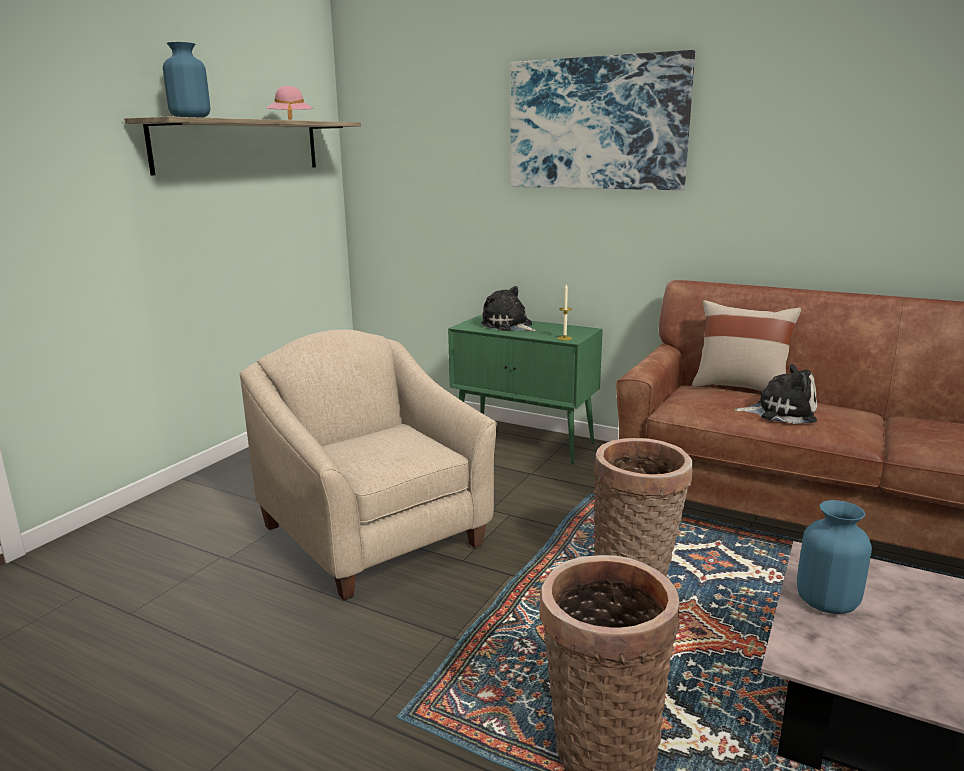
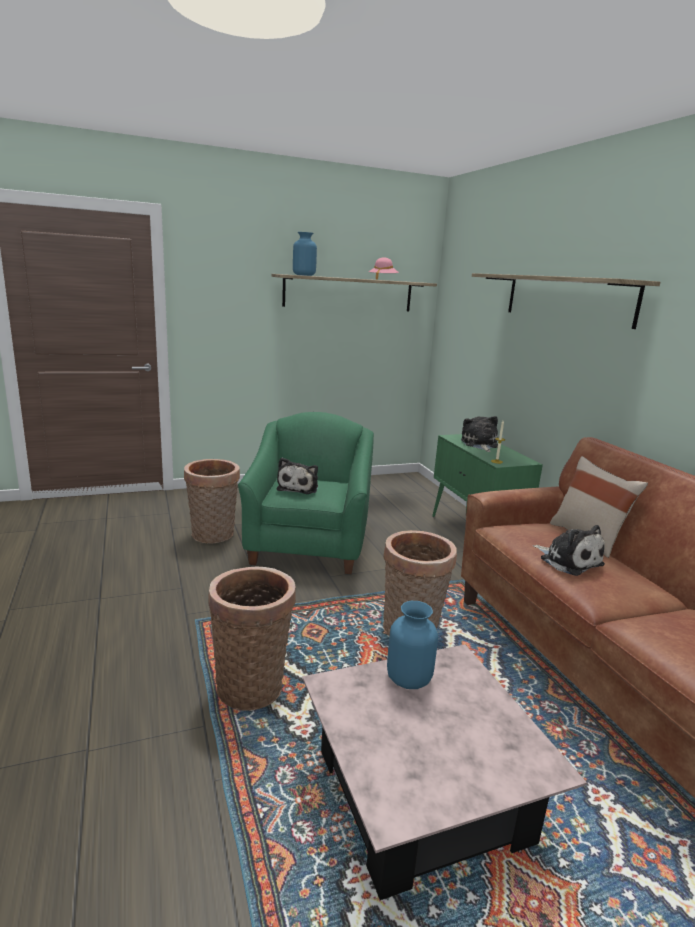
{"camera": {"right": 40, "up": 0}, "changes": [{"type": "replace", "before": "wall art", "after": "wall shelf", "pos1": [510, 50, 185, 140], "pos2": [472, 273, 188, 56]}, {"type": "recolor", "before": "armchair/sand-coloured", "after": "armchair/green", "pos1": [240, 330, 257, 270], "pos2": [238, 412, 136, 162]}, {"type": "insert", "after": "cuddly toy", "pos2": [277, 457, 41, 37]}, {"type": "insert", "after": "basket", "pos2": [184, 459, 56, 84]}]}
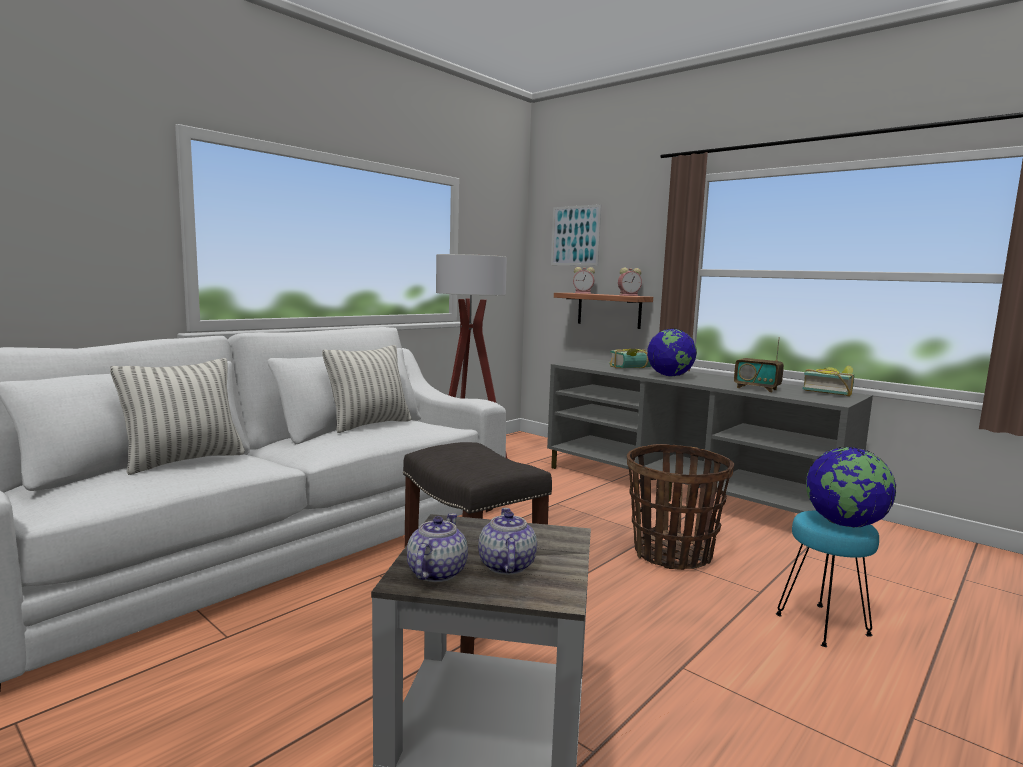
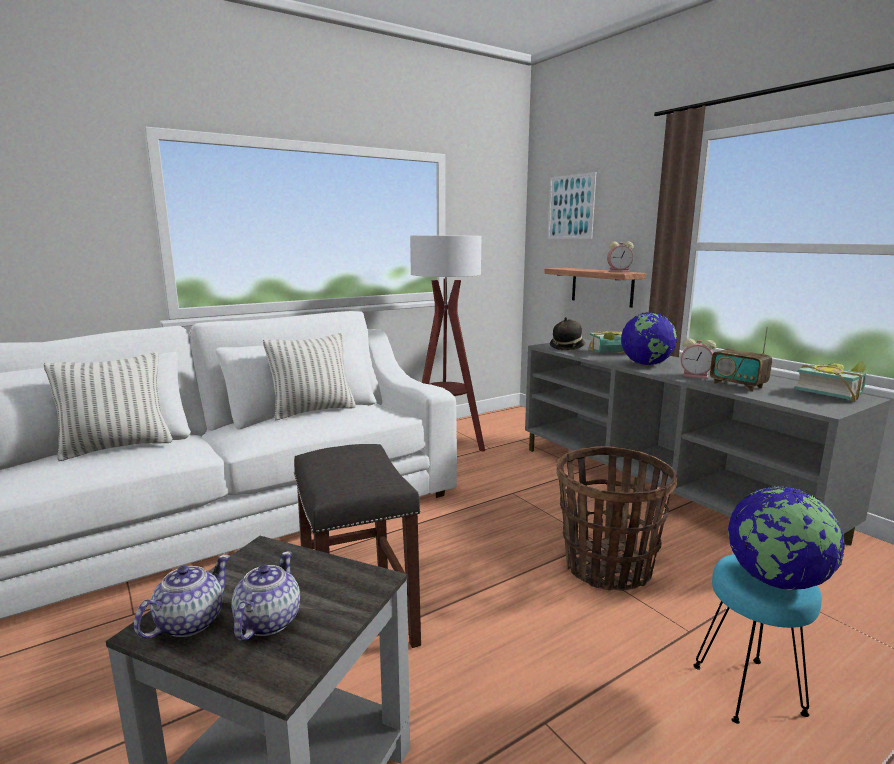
{"camera": {"right": 15, "up": 5}, "changes": [{"type": "move", "before": "alarm clock", "pos1": [573, 267, 22, 27], "pos2": [681, 338, 35, 41]}, {"type": "insert", "after": "hat", "pos2": [550, 317, 36, 33]}]}
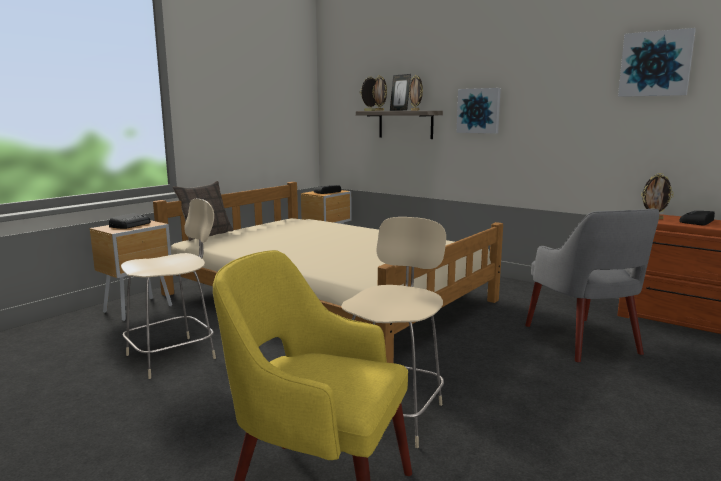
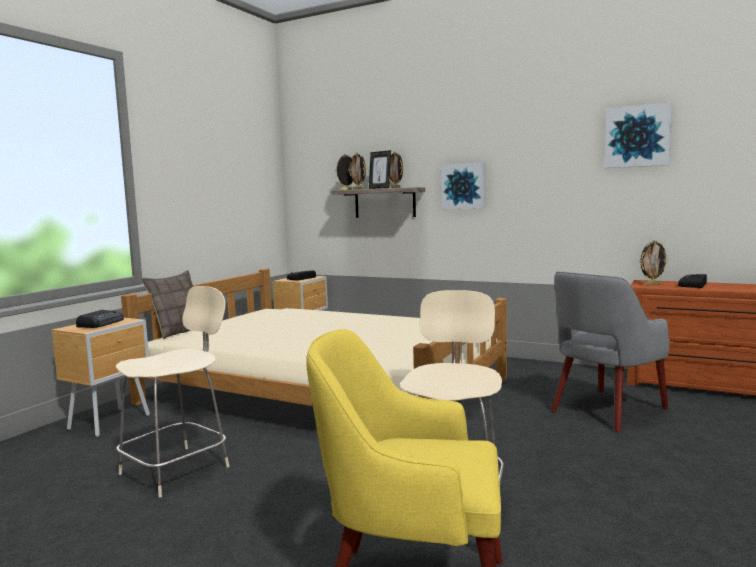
{"camera": {"right": -10, "up": -5}, "changes": [{"type": "rotate", "before": "armchair/grey", "pos1": [525, 208, 134, 154], "pos2": [551, 272, 119, 161], "turn": 75}]}
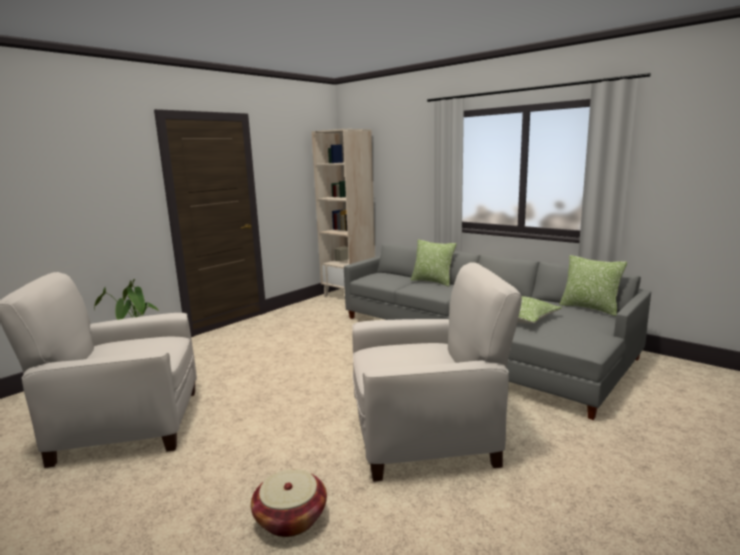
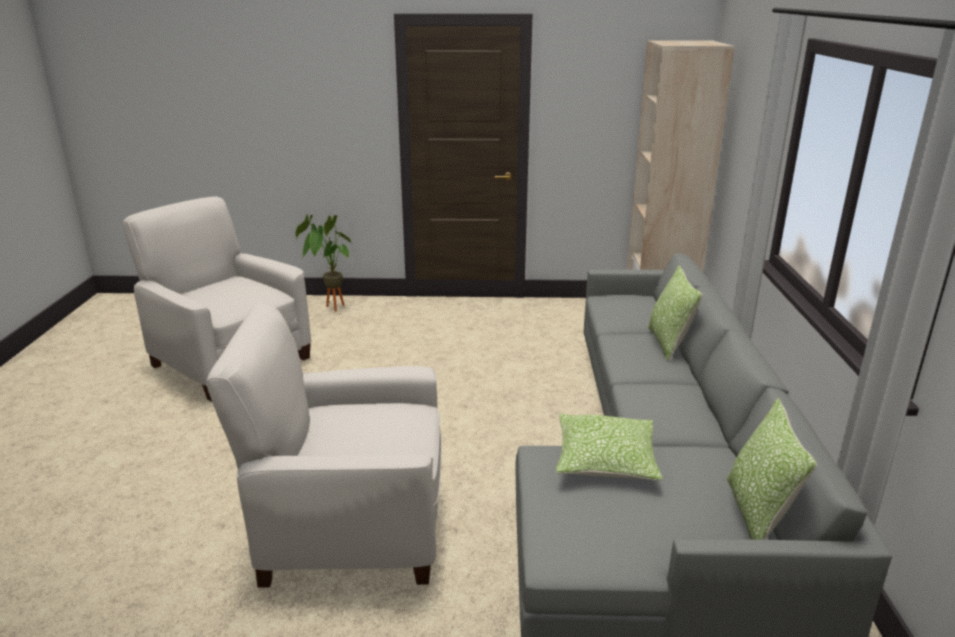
{"camera": {"right": 50, "up": 10}, "changes": [{"type": "rotate", "before": "armchair/white-coloured", "pos1": [352, 262, 170, 220], "pos2": [207, 304, 235, 284], "turn": 135}, {"type": "delete", "before": "basket", "pos1": [251, 469, 76, 68]}]}
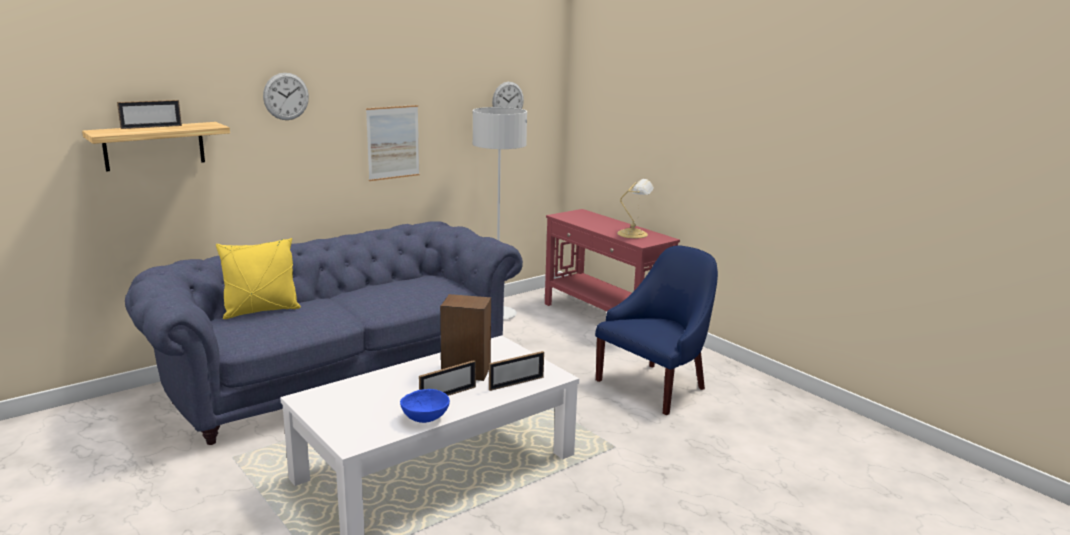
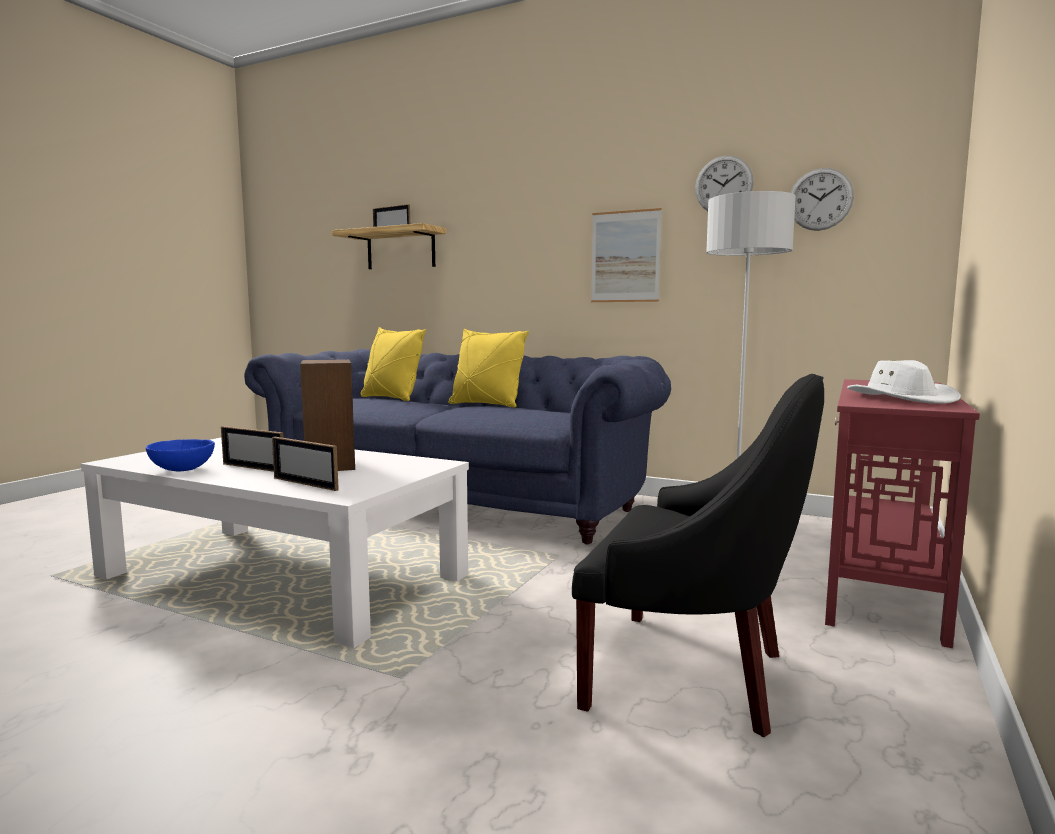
{"camera": {"right": 65, "up": -10}, "changes": [{"type": "move", "before": "clock on the wall", "pos1": [263, 73, 46, 47], "pos2": [695, 156, 59, 55]}, {"type": "replace", "before": "table lamp", "after": "hat/white-coloured", "pos1": [617, 179, 37, 59], "pos2": [847, 360, 114, 44]}, {"type": "recolor", "before": "armchair/bluish", "after": "armchair/blackish", "pos1": [595, 246, 123, 169], "pos2": [572, 374, 252, 363]}, {"type": "insert", "after": "throw pillow/yellow", "pos2": [449, 329, 80, 79]}]}
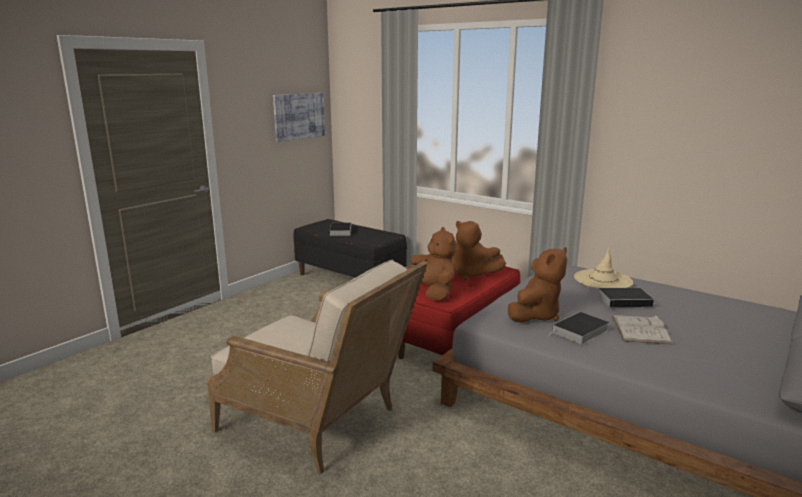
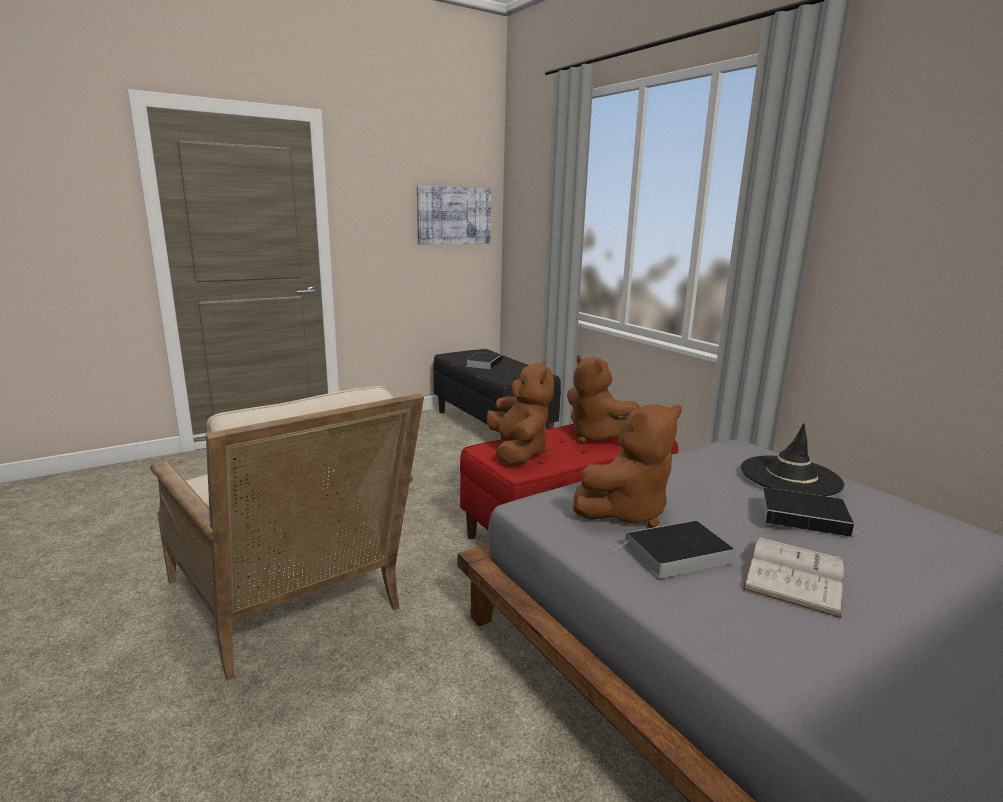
{"camera": {"right": 20, "up": 0}, "changes": [{"type": "recolor", "before": "hat/sand-coloured", "after": "hat/blackish", "pos1": [574, 248, 59, 41], "pos2": [741, 424, 103, 72]}]}
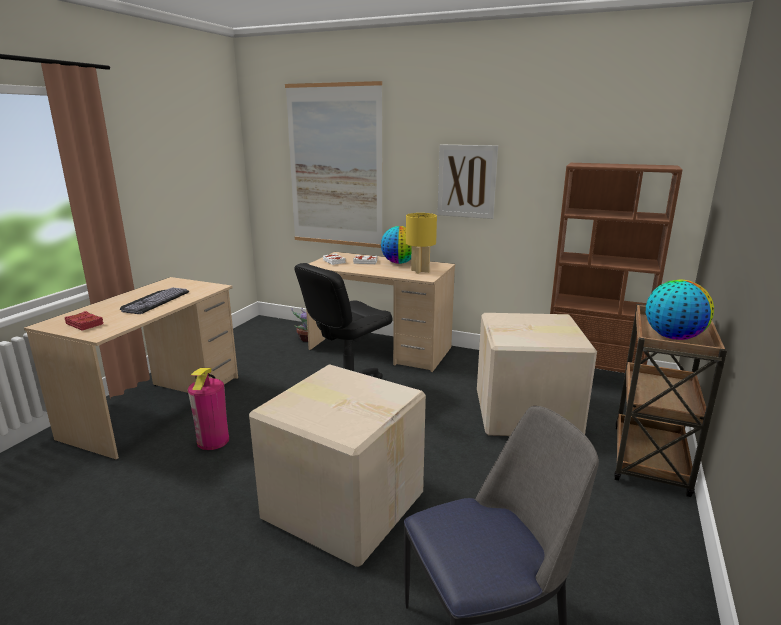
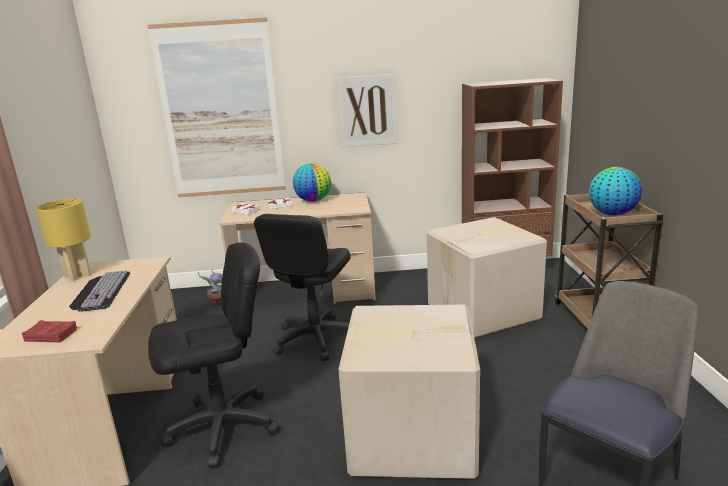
{"camera": {"right": -25, "up": 0}, "changes": [{"type": "move", "before": "table lamp/yellow", "pos1": [406, 213, 31, 61], "pos2": [36, 198, 55, 83]}, {"type": "replace", "before": "fire-fighting cylinder", "after": "computer chair/blackish", "pos1": [188, 368, 41, 82], "pos2": [148, 242, 132, 226]}]}
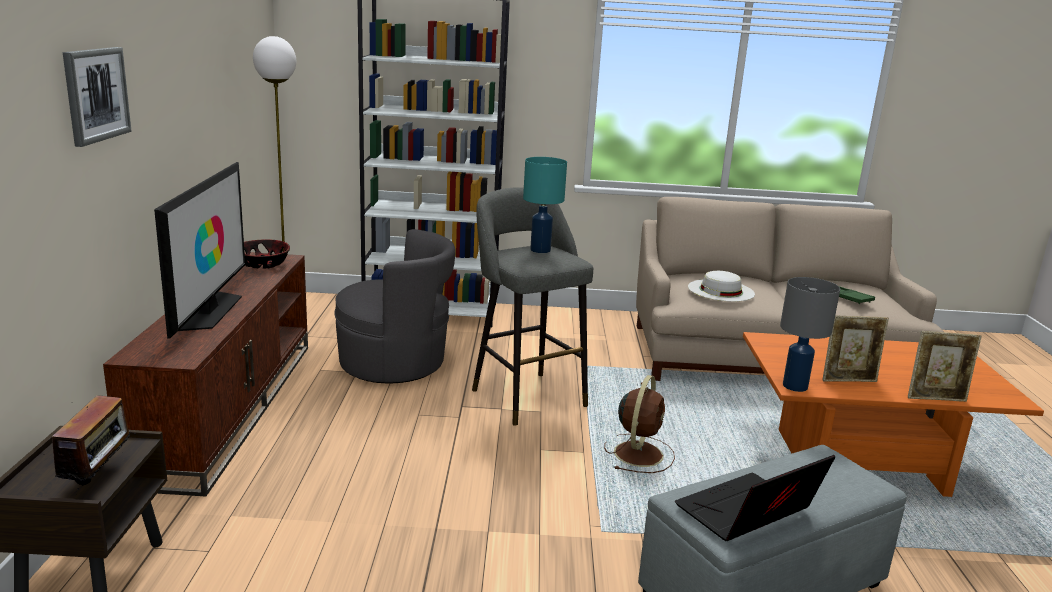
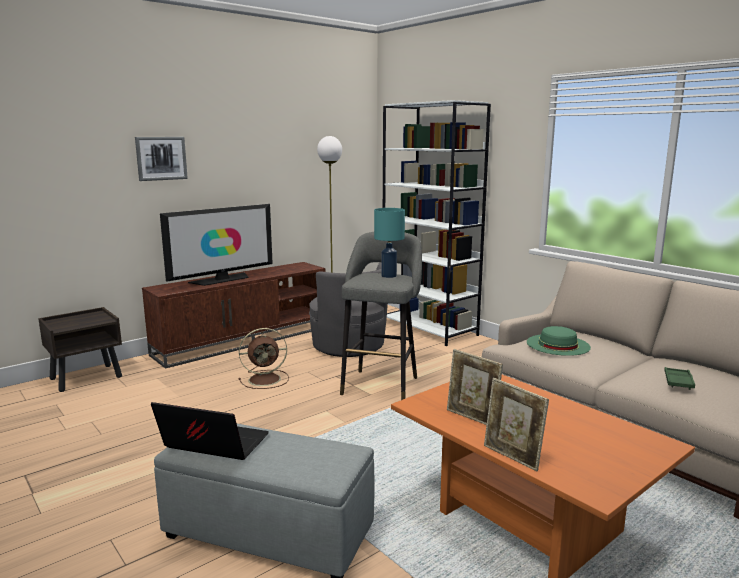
{"camera": {"right": 50, "up": -5}, "changes": [{"type": "delete", "before": "bowl", "pos1": [244, 239, 46, 30]}, {"type": "recolor", "before": "hat/white-coloured", "after": "hat/green", "pos1": [688, 271, 67, 31], "pos2": [527, 326, 64, 30]}, {"type": "delete", "before": "table lamp/grey", "pos1": [780, 277, 60, 115]}, {"type": "move", "before": "electric fan/brown-coloured", "pos1": [604, 375, 71, 98], "pos2": [238, 328, 51, 61]}, {"type": "delete", "before": "radio receiver", "pos1": [42, 395, 94, 97]}]}
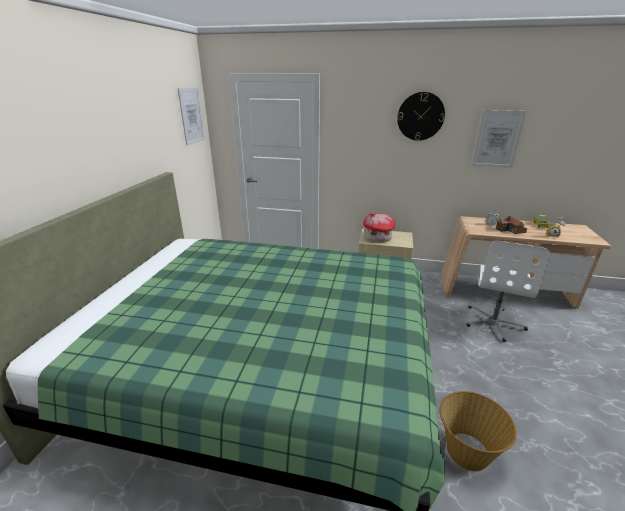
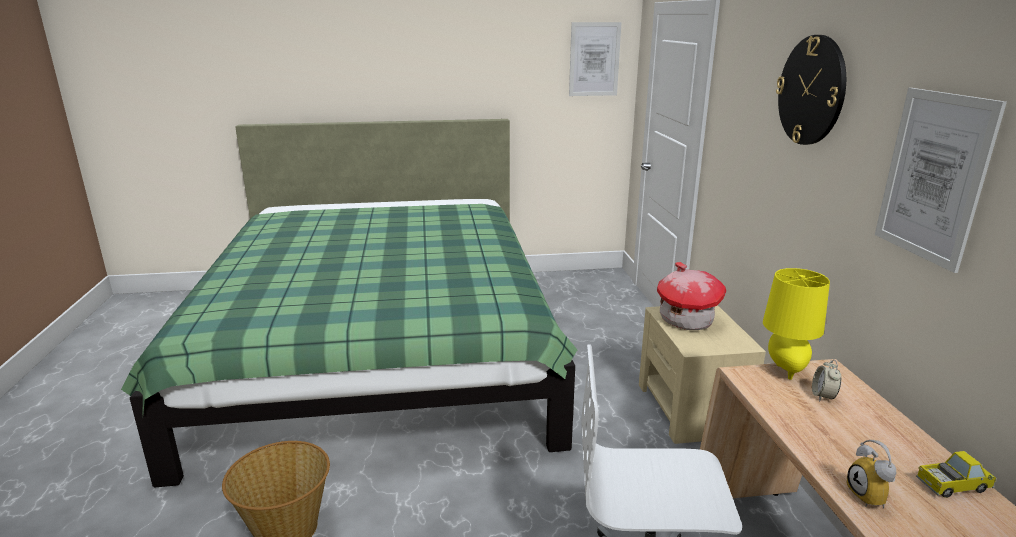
{"camera": {"right": 70, "up": -5}, "changes": [{"type": "delete", "before": "miniature house", "pos1": [496, 216, 31, 18]}, {"type": "insert", "after": "table lamp/yellow", "pos2": [763, 268, 67, 112]}]}
